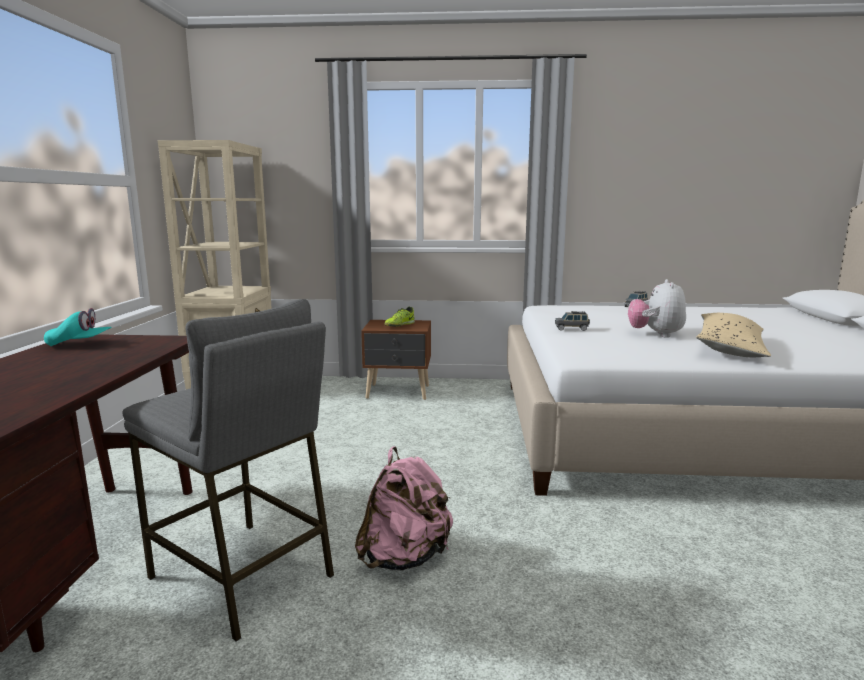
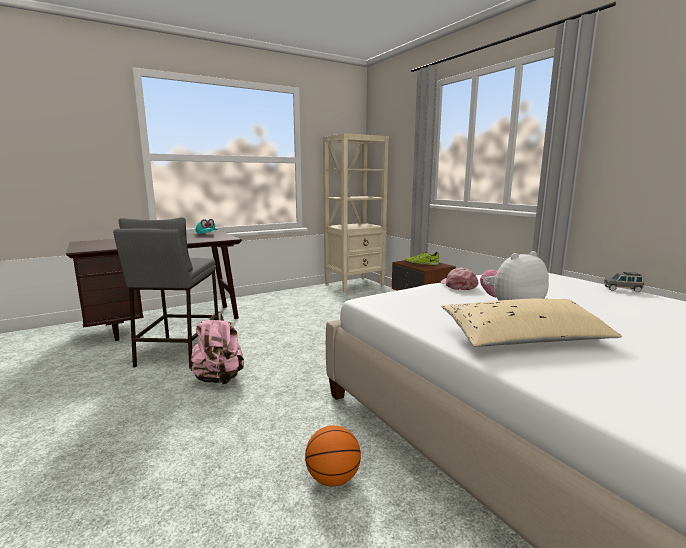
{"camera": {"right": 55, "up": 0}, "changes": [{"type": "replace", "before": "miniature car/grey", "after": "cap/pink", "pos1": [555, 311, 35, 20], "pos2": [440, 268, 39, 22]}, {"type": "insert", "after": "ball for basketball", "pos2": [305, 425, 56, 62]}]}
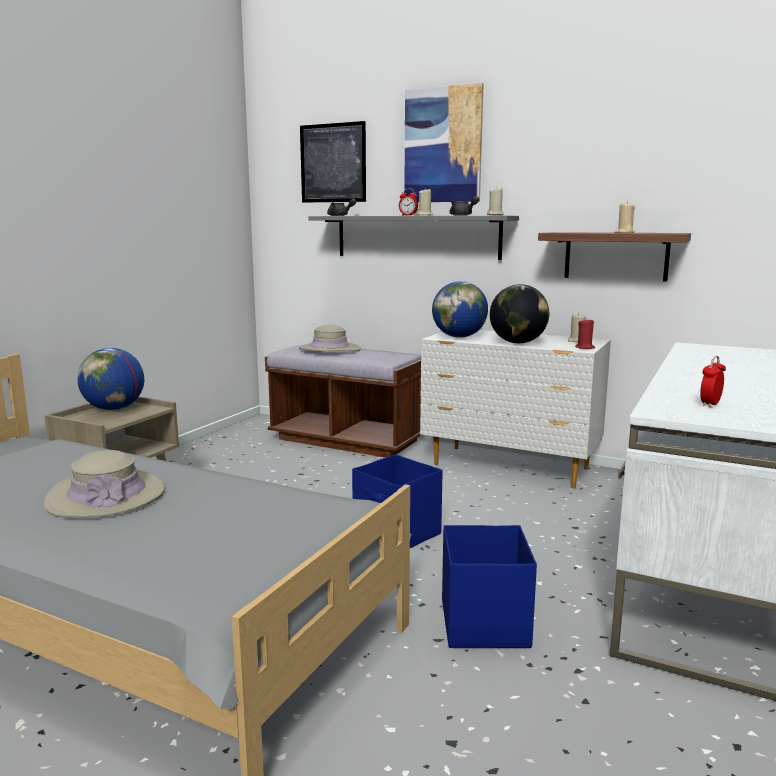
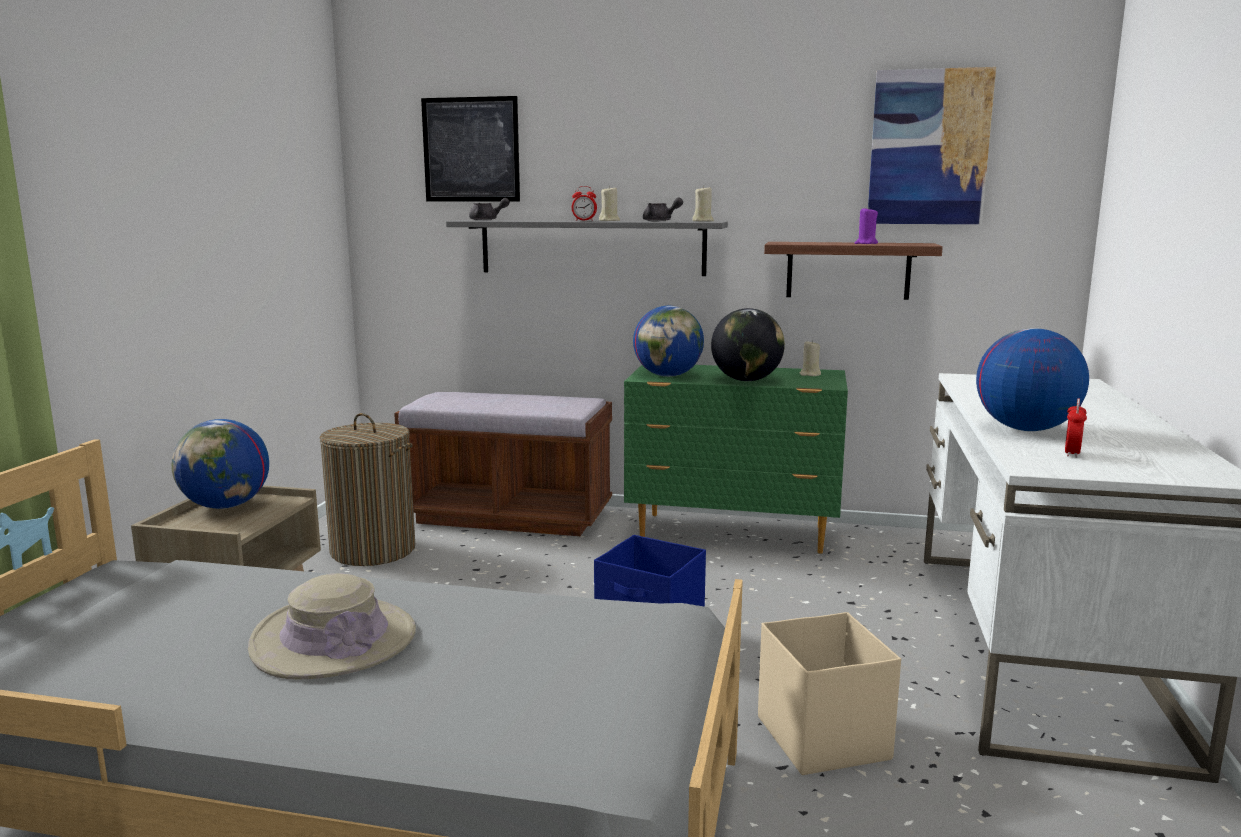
{"camera": {"right": -15, "up": 0}, "changes": [{"type": "move", "before": "wall art", "pos1": [404, 83, 80, 119], "pos2": [868, 67, 128, 157]}, {"type": "recolor", "before": "wax light/sand-coloured", "after": "wax light/purple-coloured", "pos1": [614, 201, 21, 32], "pos2": [855, 206, 23, 38]}, {"type": "delete", "before": "wax light/red", "pos1": [575, 318, 20, 31]}, {"type": "delete", "before": "hat/sand-coloured", "pos1": [299, 325, 62, 27]}, {"type": "recolor", "before": "dresser/white-coloured", "after": "dresser/green", "pos1": [420, 330, 191, 158], "pos2": [624, 365, 224, 189]}, {"type": "recolor", "before": "storage bin/bluish", "after": "storage bin/sand-coloured", "pos1": [442, 525, 95, 123], "pos2": [758, 612, 143, 163]}, {"type": "insert", "after": "desk globe", "pos2": [976, 328, 113, 103]}, {"type": "insert", "after": "hamper", "pos2": [320, 413, 95, 153]}]}
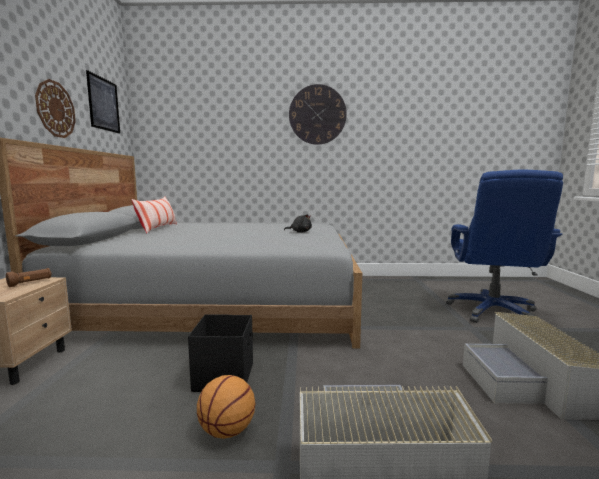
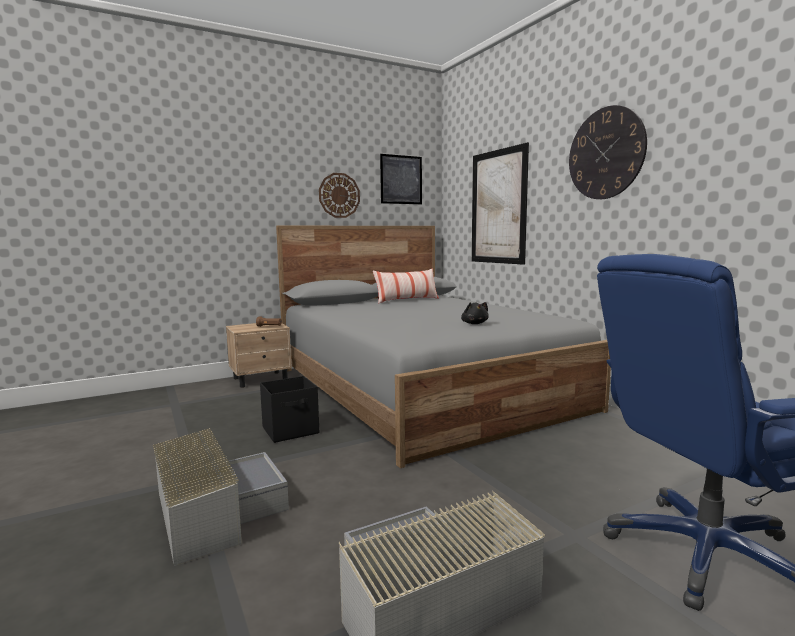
{"camera": {"right": 60, "up": 0}, "changes": [{"type": "delete", "before": "ball for basketball", "pos1": [197, 375, 58, 64]}, {"type": "insert", "after": "wall art", "pos2": [472, 142, 57, 123]}]}
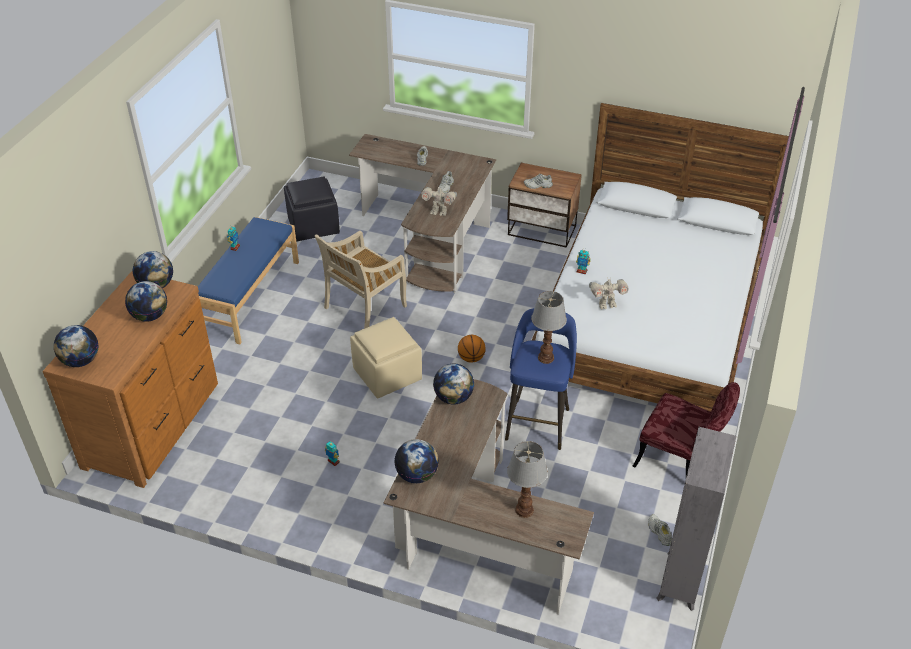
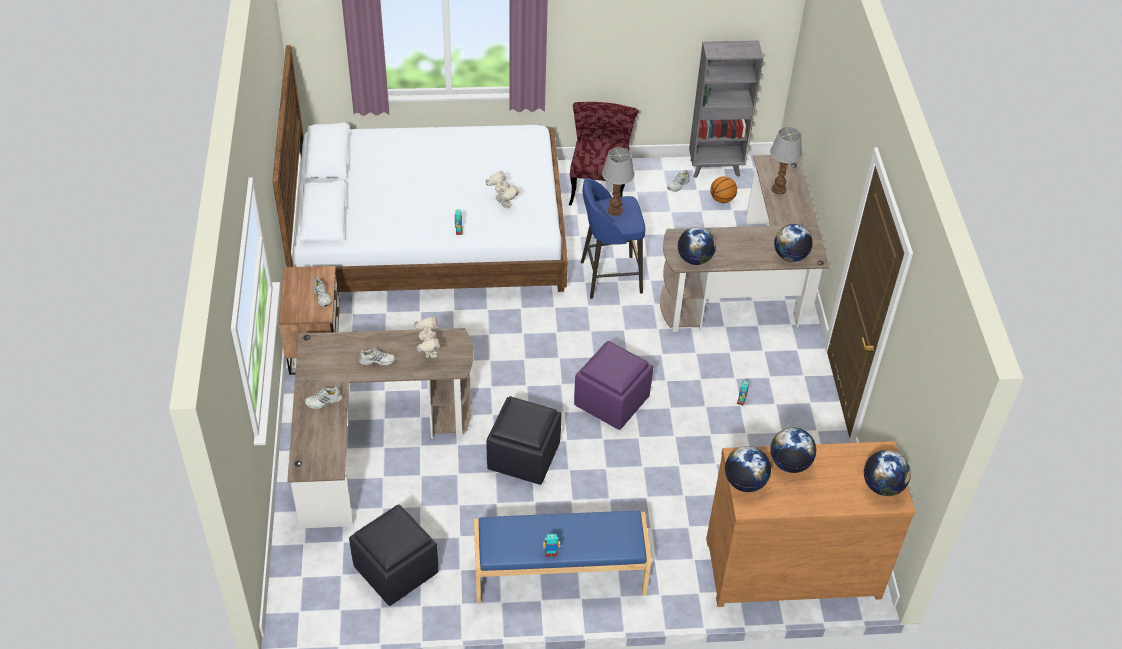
{"camera": {"right": -115, "up": 5}, "changes": [{"type": "replace", "before": "upright chair/sand-coloured", "after": "footrest/blackish", "pos1": [315, 231, 92, 98], "pos2": [486, 396, 75, 89]}, {"type": "recolor", "before": "footrest/sand-coloured", "after": "footrest/purple-coloured", "pos1": [350, 317, 72, 82], "pos2": [574, 341, 79, 89]}, {"type": "move", "before": "ball for basketball", "pos1": [458, 335, 28, 28], "pos2": [710, 176, 27, 27]}]}
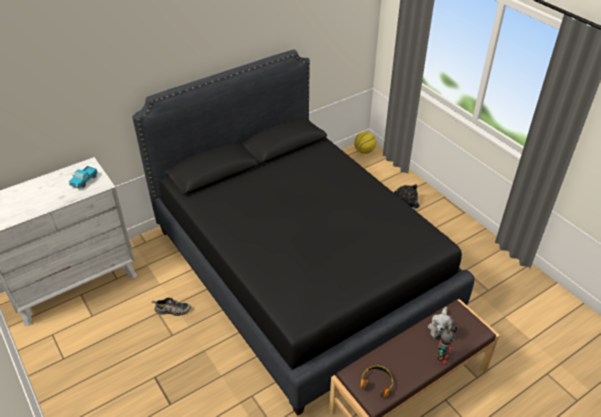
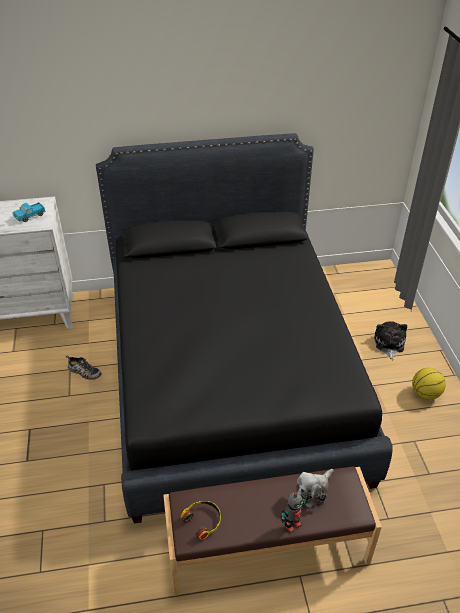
{"camera": {"right": 25, "up": 0}, "changes": [{"type": "move", "before": "ball for basketball", "pos1": [354, 131, 22, 23], "pos2": [412, 368, 34, 32]}]}
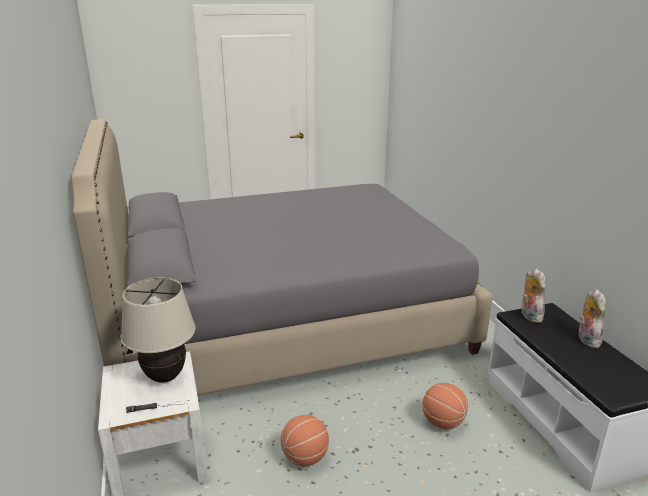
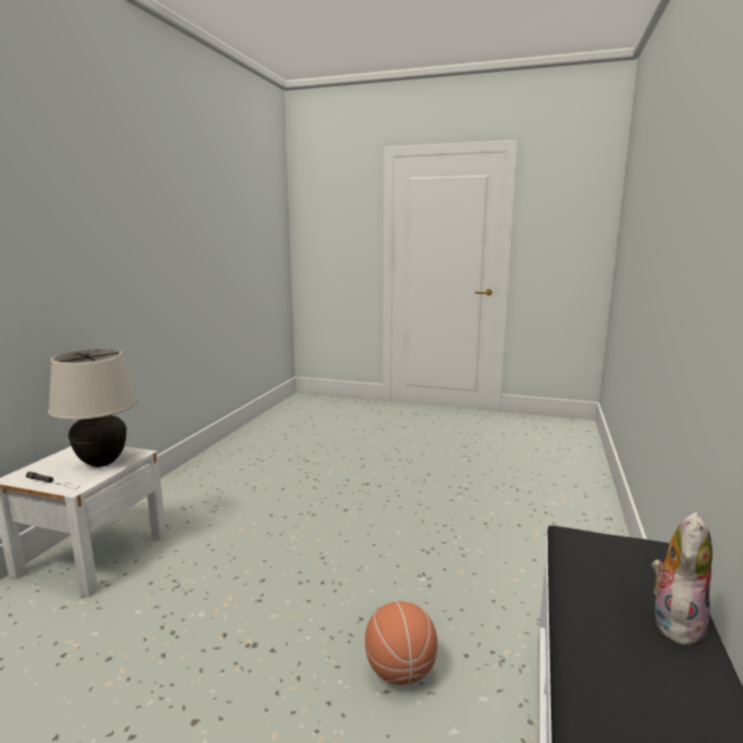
{"camera": {"right": 35, "up": -10}, "changes": [{"type": "delete", "before": "sleeping bed/grey", "pos1": [71, 119, 422, 276]}, {"type": "delete", "before": "cuddly toy", "pos1": [521, 269, 25, 54]}, {"type": "delete", "before": "ball for basketball", "pos1": [281, 415, 48, 51]}]}
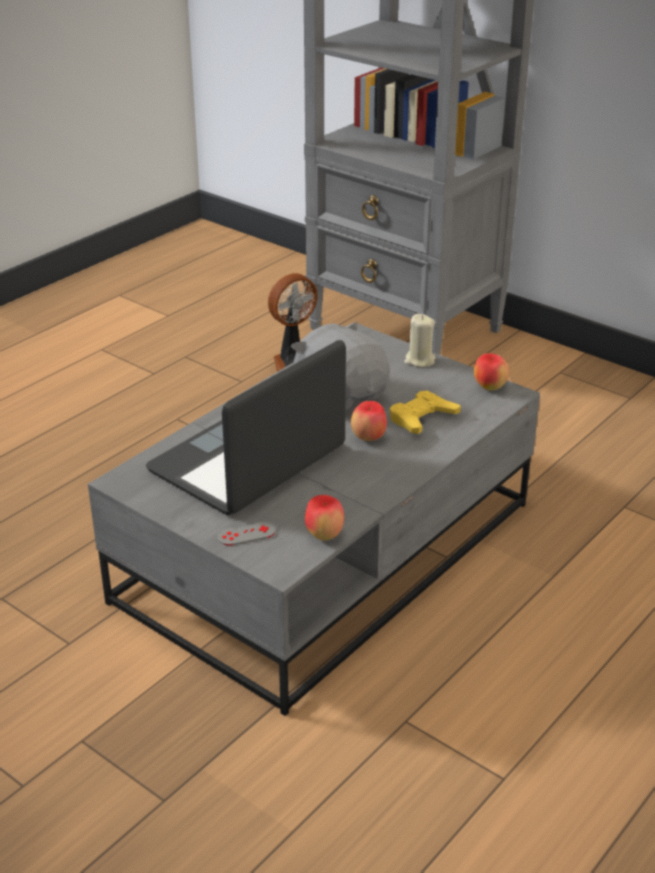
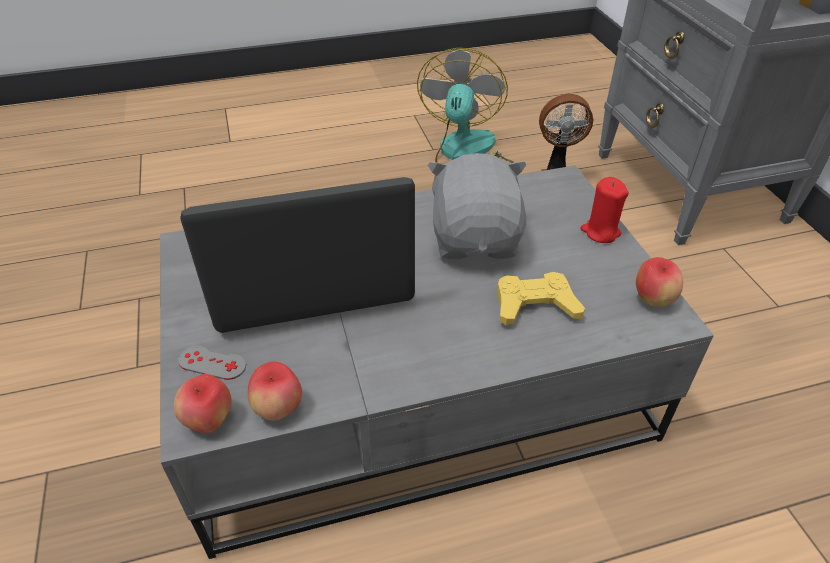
{"camera": {"right": 35, "up": 10}, "changes": [{"type": "recolor", "before": "wax light/sand-coloured", "after": "wax light/red", "pos1": [404, 314, 32, 53], "pos2": [580, 177, 49, 66]}, {"type": "move", "before": "whole apple", "pos1": [351, 401, 36, 40], "pos2": [174, 374, 58, 59]}, {"type": "insert", "after": "electric fan", "pos2": [417, 48, 97, 115]}]}
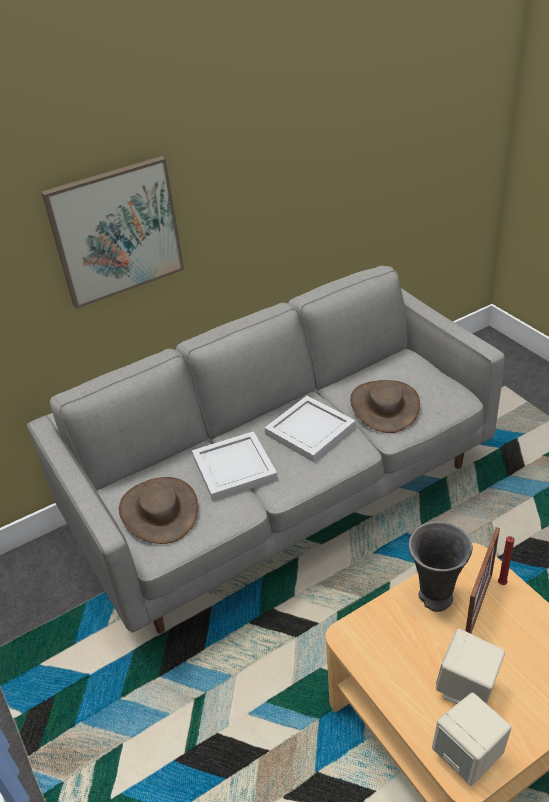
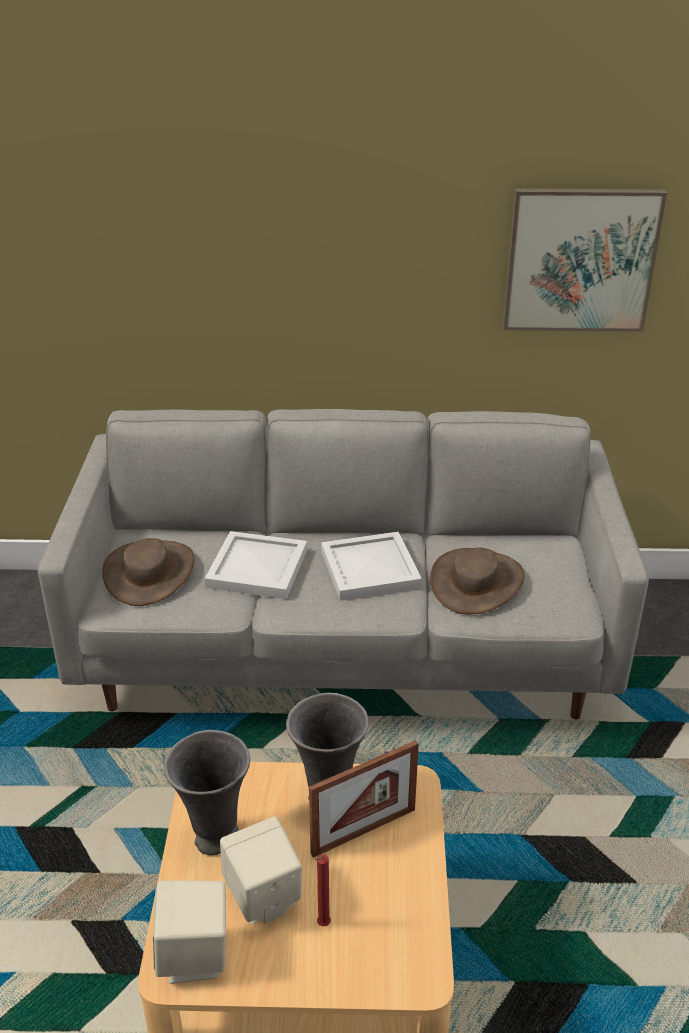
{"camera": {"right": 30, "up": -5}, "changes": [{"type": "move", "before": "wall art", "pos1": [41, 156, 143, 153], "pos2": [503, 188, 164, 144]}, {"type": "move", "before": "wax light/red", "pos1": [498, 536, 17, 49], "pos2": [315, 854, 16, 73]}, {"type": "insert", "after": "decorative vase/grey", "pos2": [164, 730, 86, 125]}]}
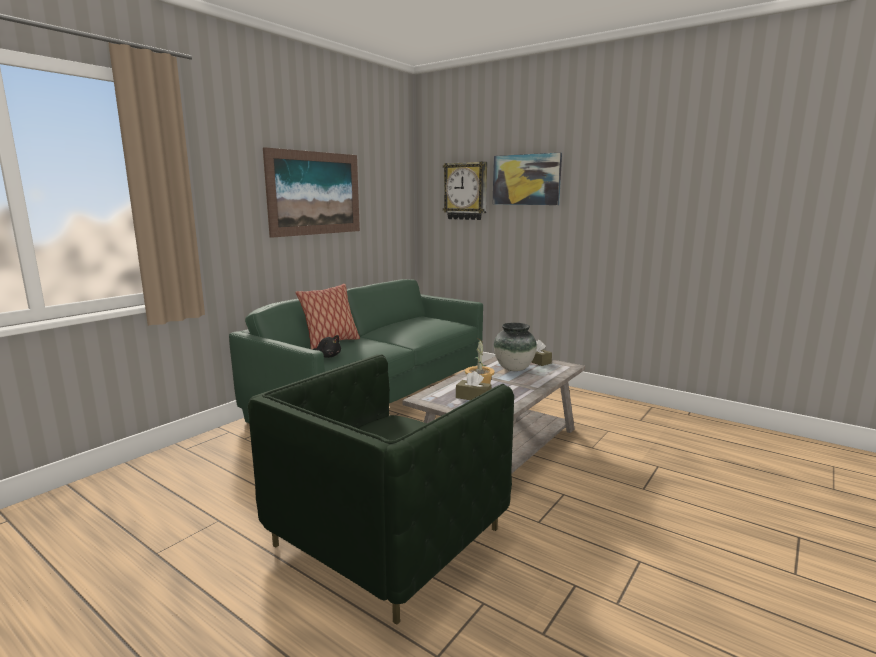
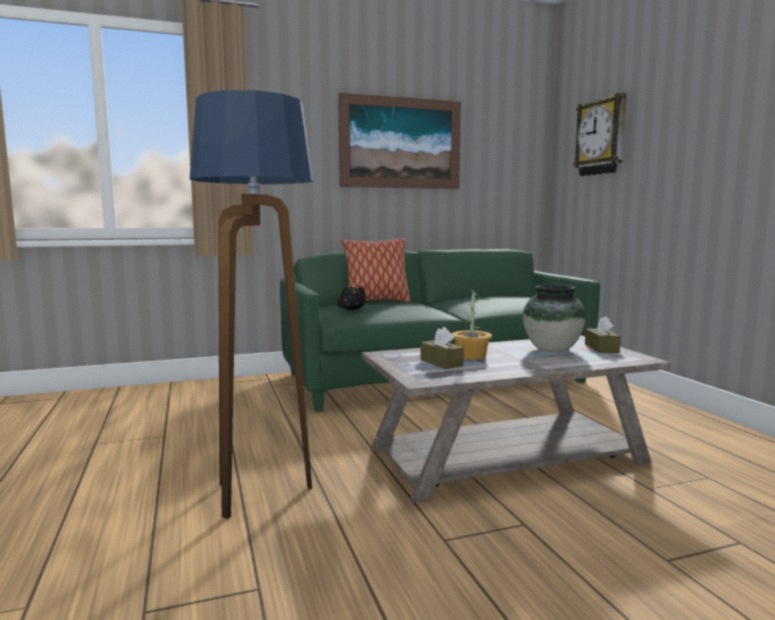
{"camera": {"right": 35, "up": -5}, "changes": [{"type": "delete", "before": "wall art", "pos1": [493, 153, 69, 52]}, {"type": "replace", "before": "armchair/green", "after": "floor lamp", "pos1": [248, 354, 266, 271], "pos2": [189, 90, 125, 429]}]}
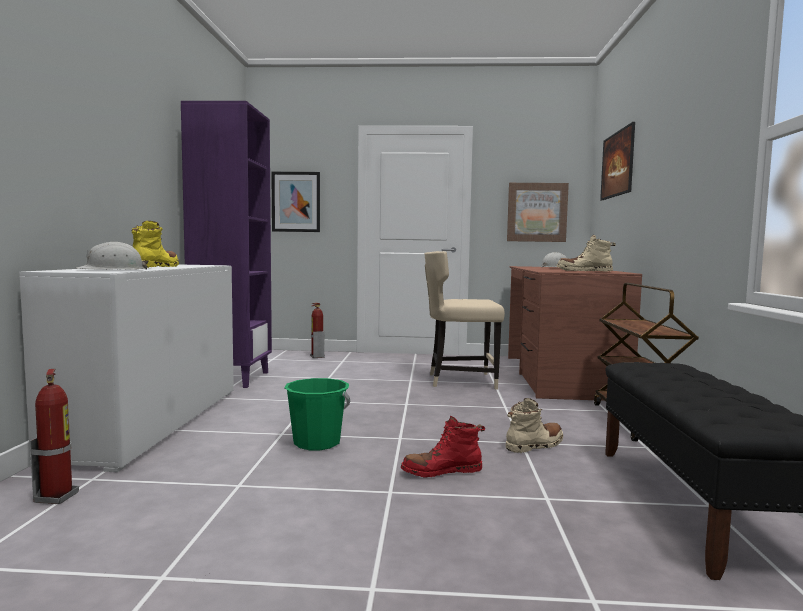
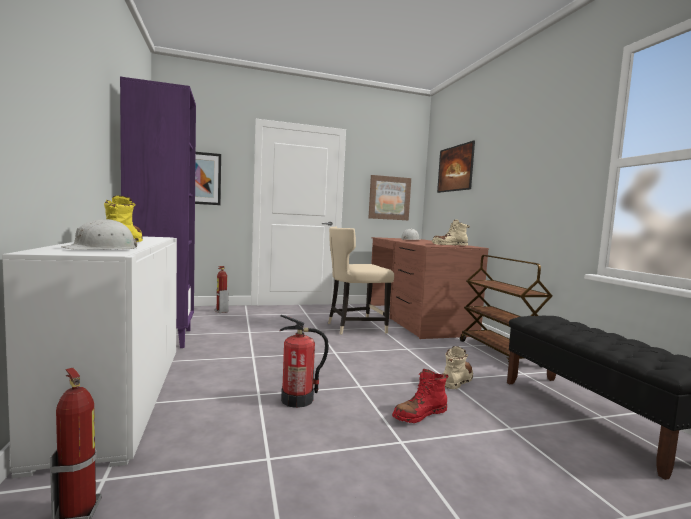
{"camera": {"right": -20, "up": 0}, "changes": [{"type": "replace", "before": "pail/green", "after": "fire-fighting cylinder", "pos1": [284, 378, 66, 72], "pos2": [280, 315, 49, 93]}]}
